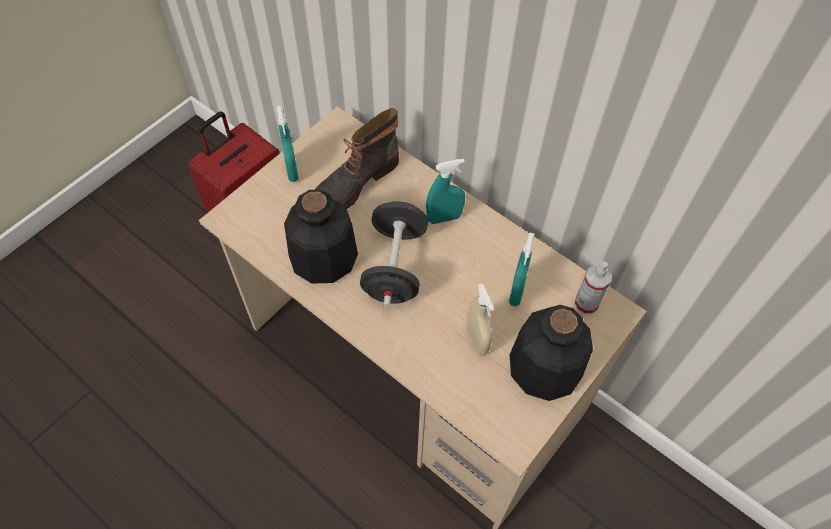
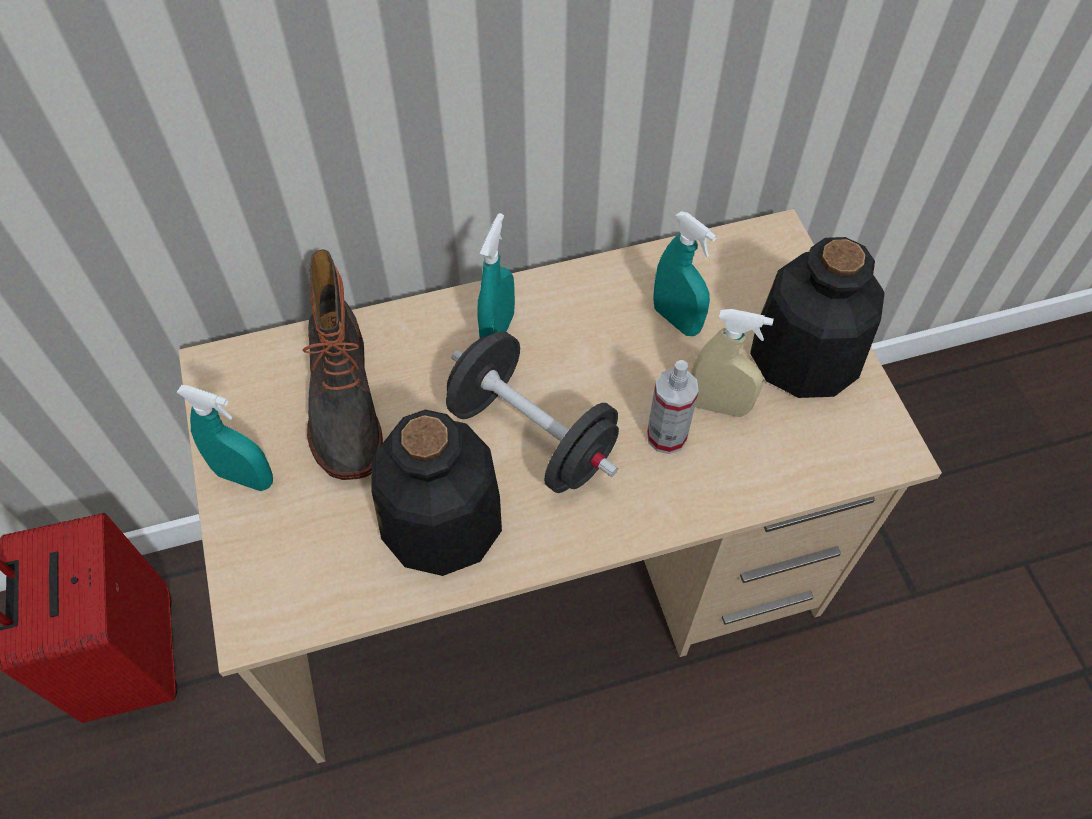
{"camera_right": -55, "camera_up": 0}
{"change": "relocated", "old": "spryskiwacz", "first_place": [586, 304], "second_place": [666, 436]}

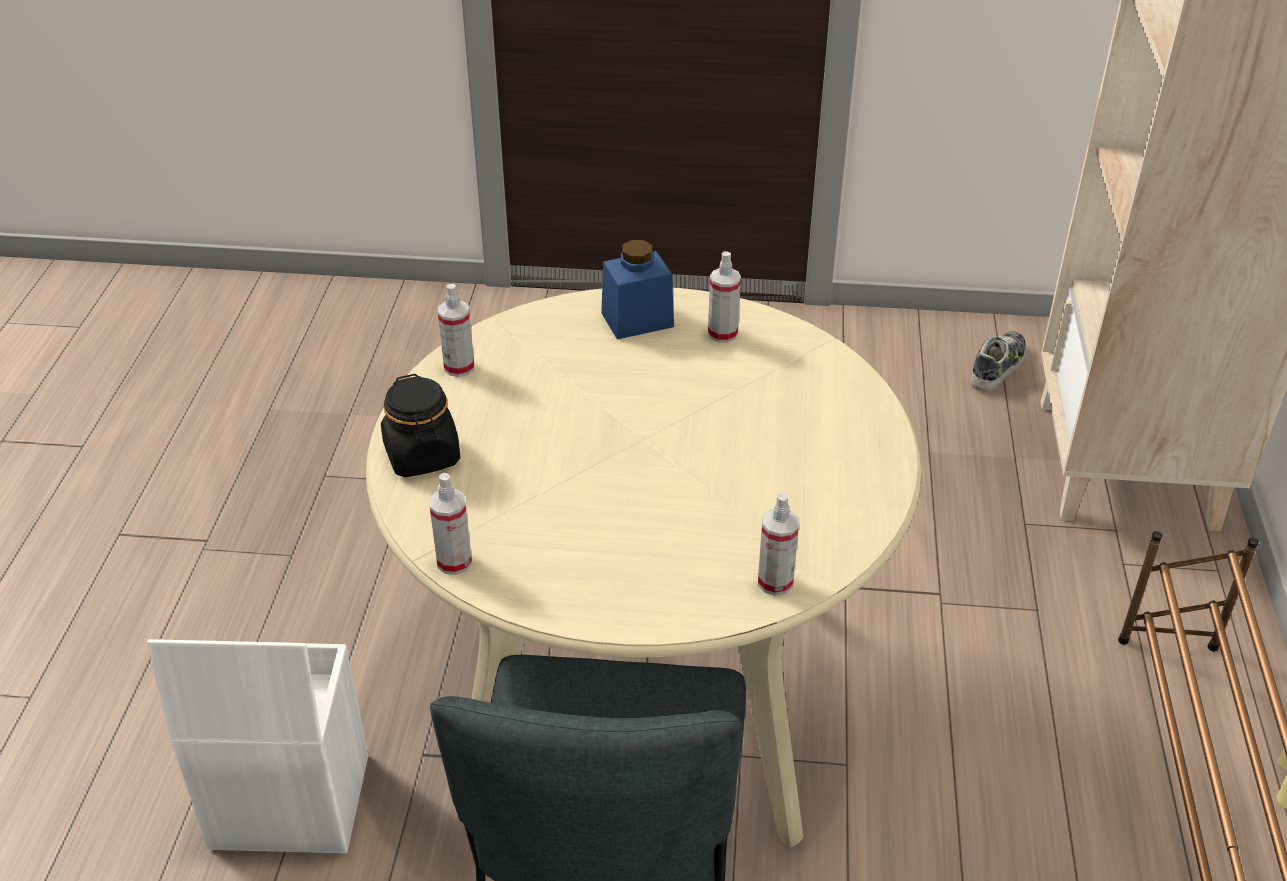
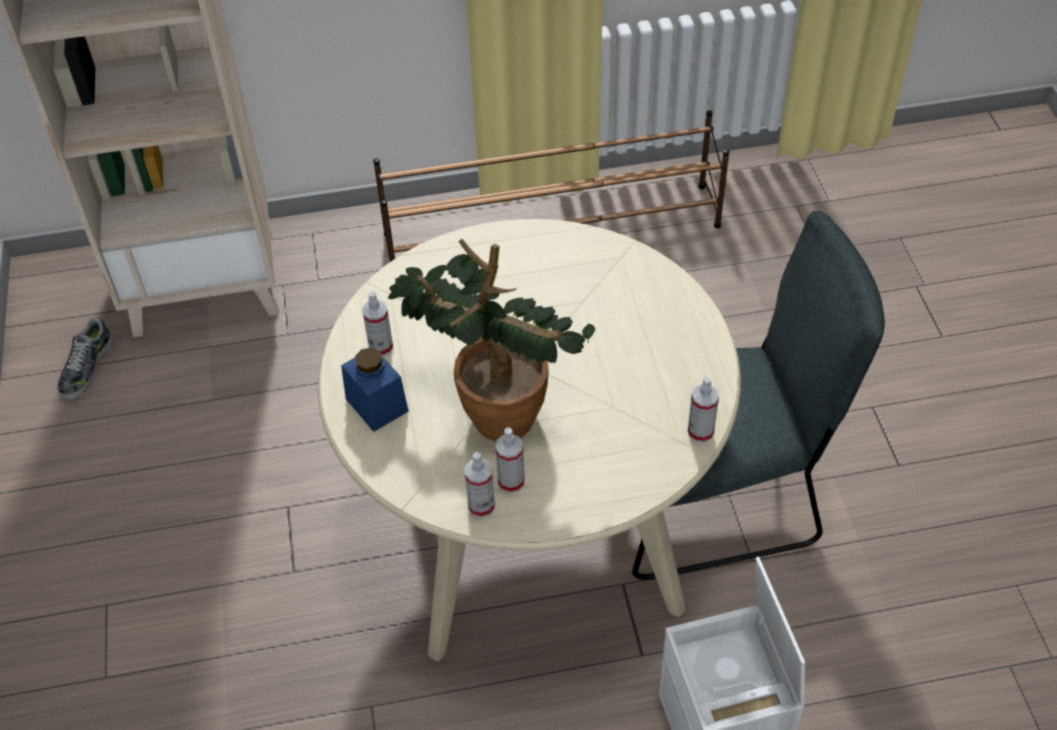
{"camera_right": -105, "camera_up": 10}
{"change": "missing", "old": "słoik/czarny", "first_place": [422, 456]}
{"change": "relocated", "old": "spryskiwacz", "first_place": [775, 582], "second_place": [511, 482]}
{"change": "spun", "old": "but", "first_place": [998, 367], "second_place": [86, 368], "degrees": -90}
{"change": "appeared", "new": "roślina doniczkowa", "second_place": [493, 407]}

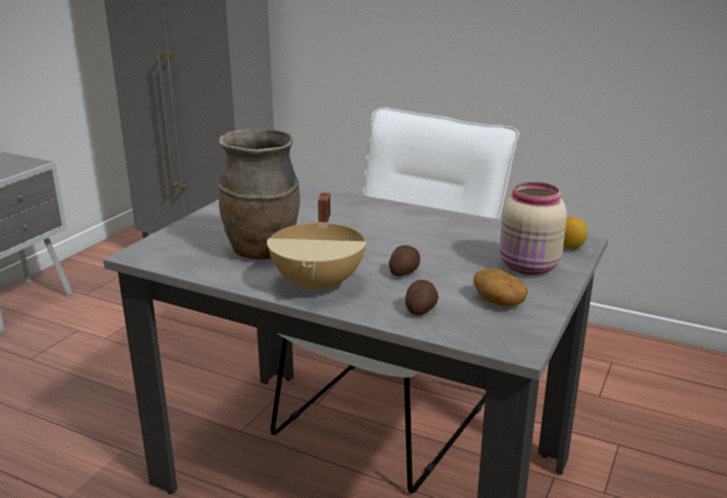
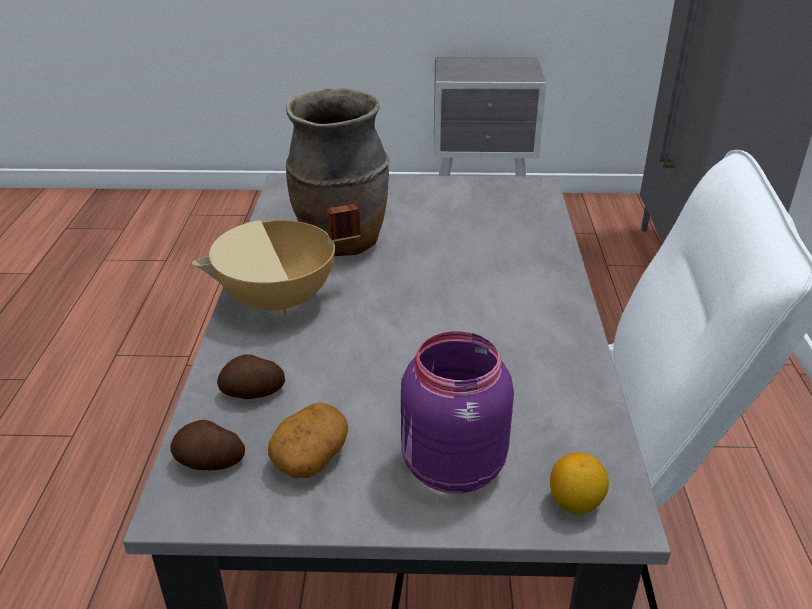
{"camera_right": 65, "camera_up": 10}
{"change": "relocated", "old": "ziemniak", "first_place": [405, 272], "second_place": [209, 462]}
{"change": "colour", "old": "słoik/beżowy", "new": "słoik/fioletowy", "first_place": [529, 267], "second_place": [450, 467]}

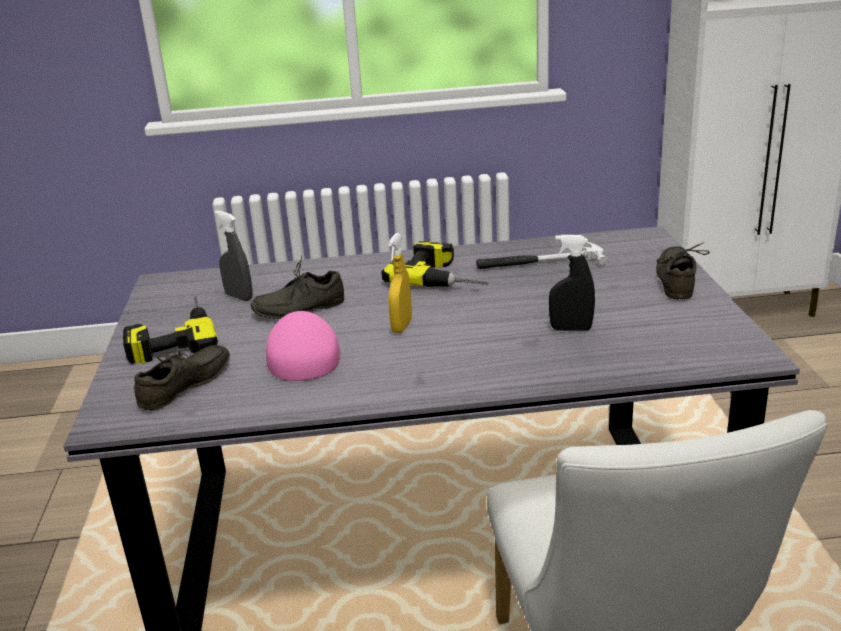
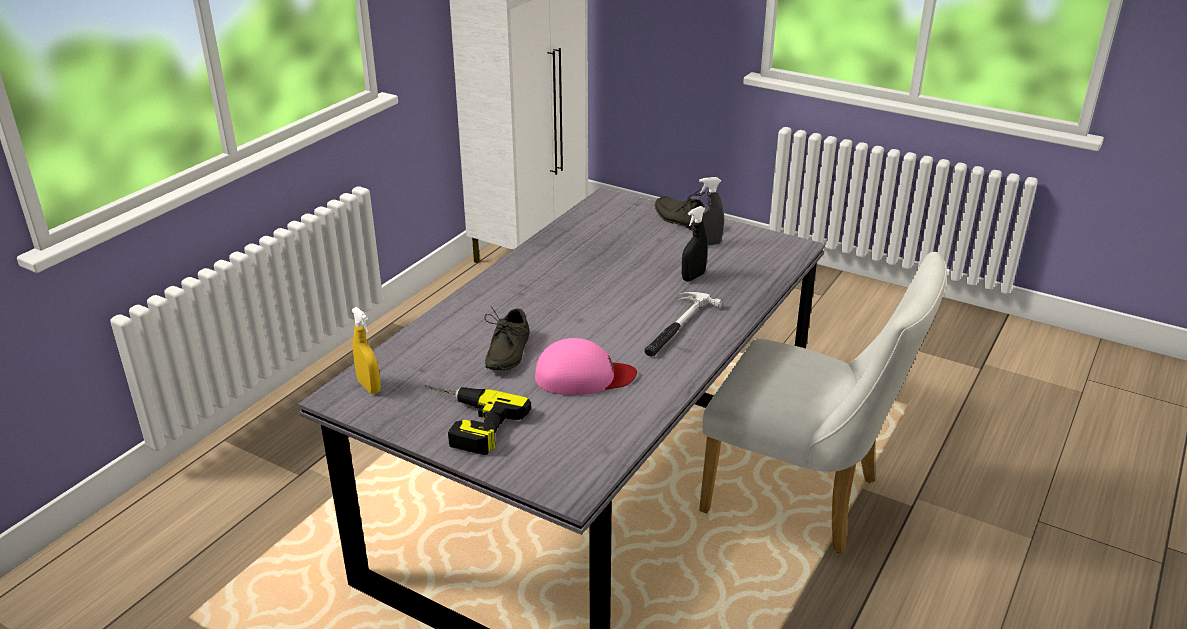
{"camera_right": -55, "camera_up": 5}
{"change": "missing", "old": "but/szary", "first_place": [188, 386]}
{"change": "relocated", "old": "spryskiwacz/szary", "first_place": [239, 297], "second_place": [707, 244]}
{"change": "spun", "old": "czapka z daszkiem/różowy", "first_place": [303, 353], "second_place": [583, 376], "degrees": 150}
{"change": "missing", "old": "wiertarka", "first_place": [445, 276]}
{"change": "relocated", "old": "spryskiwacz/żółty", "first_place": [401, 326], "second_place": [369, 387]}
{"change": "relocated", "old": "młotek", "first_place": [539, 262], "second_place": [677, 327]}

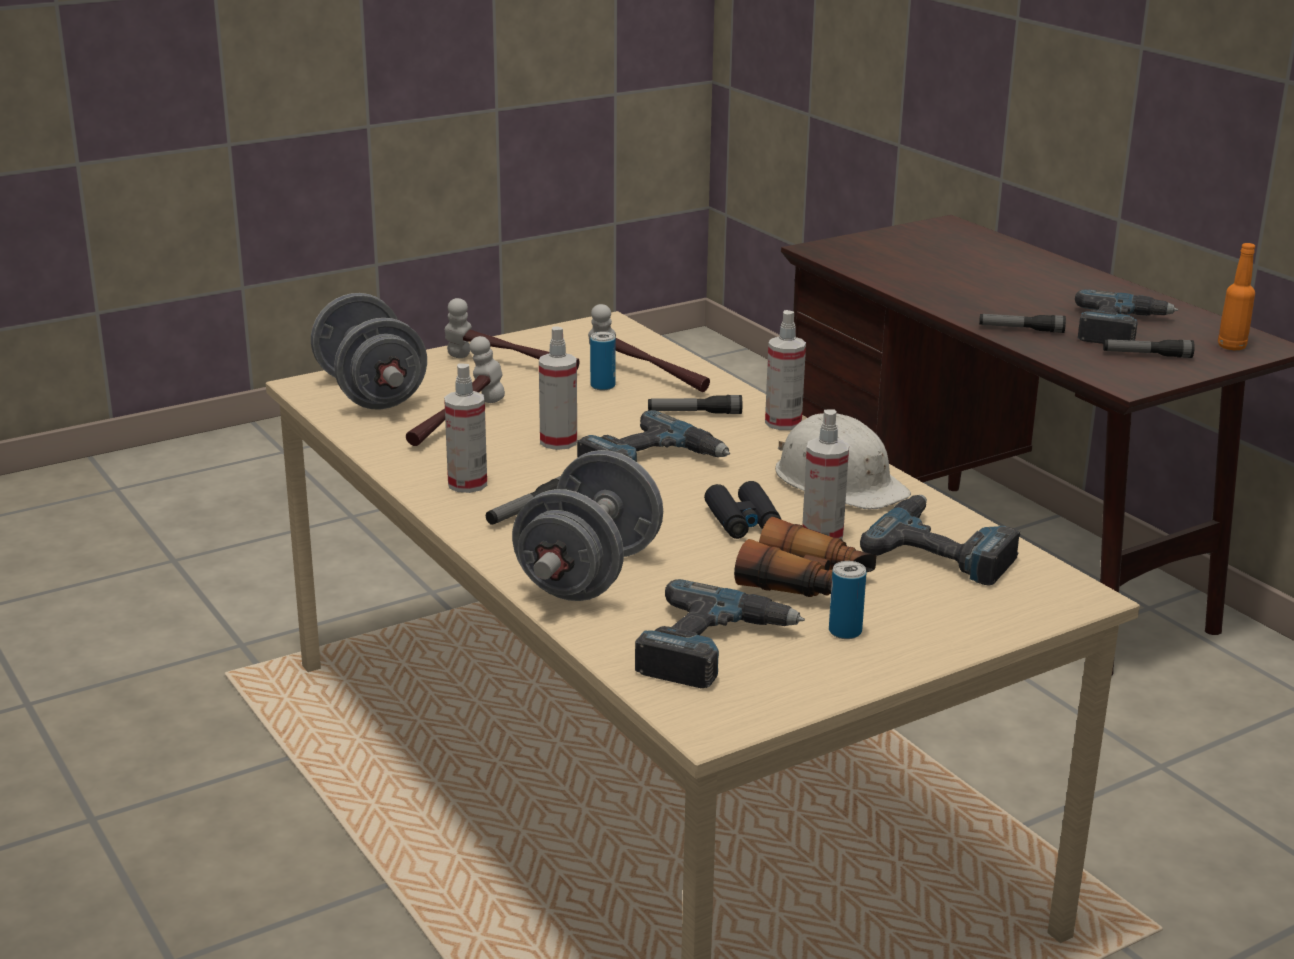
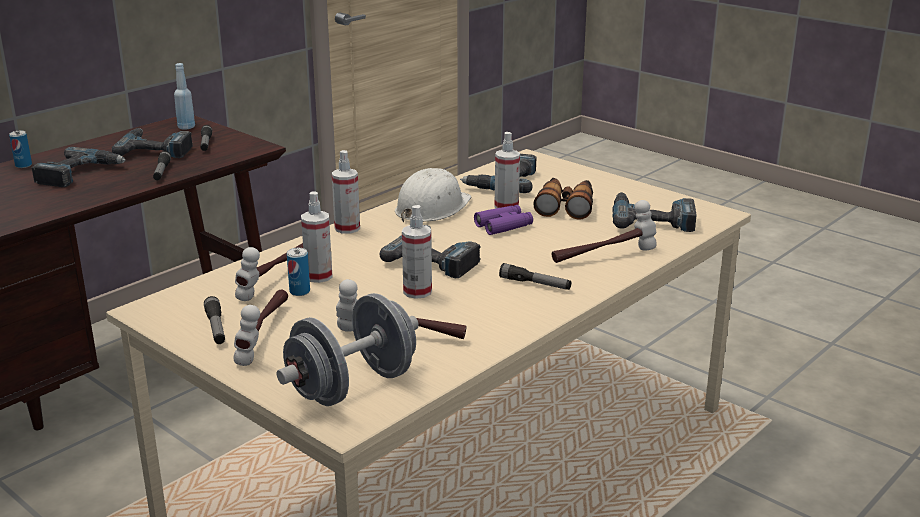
{"camera_right": -105, "camera_up": 0}
{"change": "relocated", "old": "spryskiwacz", "first_place": [467, 484], "second_place": [318, 276]}
{"change": "exchanged", "old": "hantel/szary", "new": "młotek", "first_place": [589, 575], "second_place": [604, 256]}
{"change": "relocated", "old": "latarka", "first_place": [694, 413], "second_place": [216, 328]}
{"change": "colour", "old": "lornetka/czarny", "new": "lornetka/fioletowy", "first_place": [743, 521], "second_place": [503, 226]}
{"change": "relocated", "old": "puszka", "first_place": [845, 631], "second_place": [23, 165]}
{"change": "colour", "old": "butelka/pomarańczowy", "new": "butelka/niebieski", "first_place": [1231, 346], "second_place": [186, 127]}
{"change": "appeared", "new": "wiertarka", "second_place": [79, 174]}

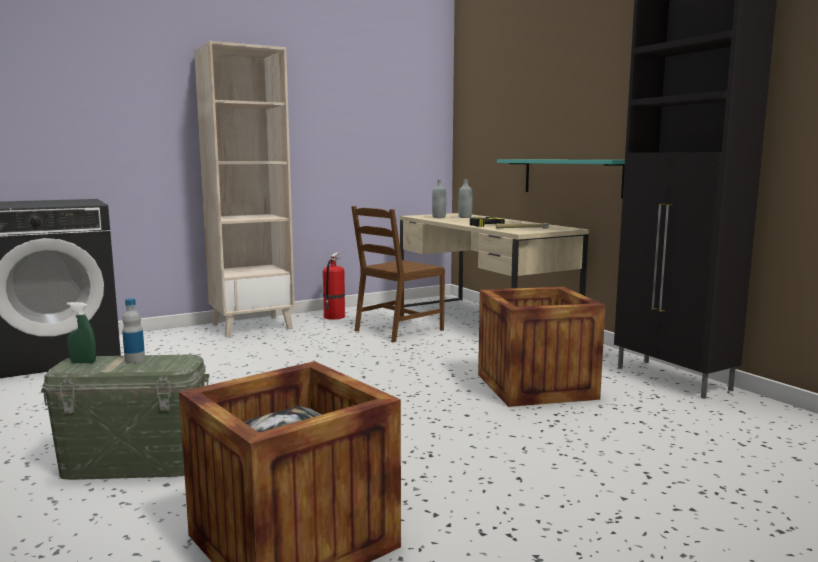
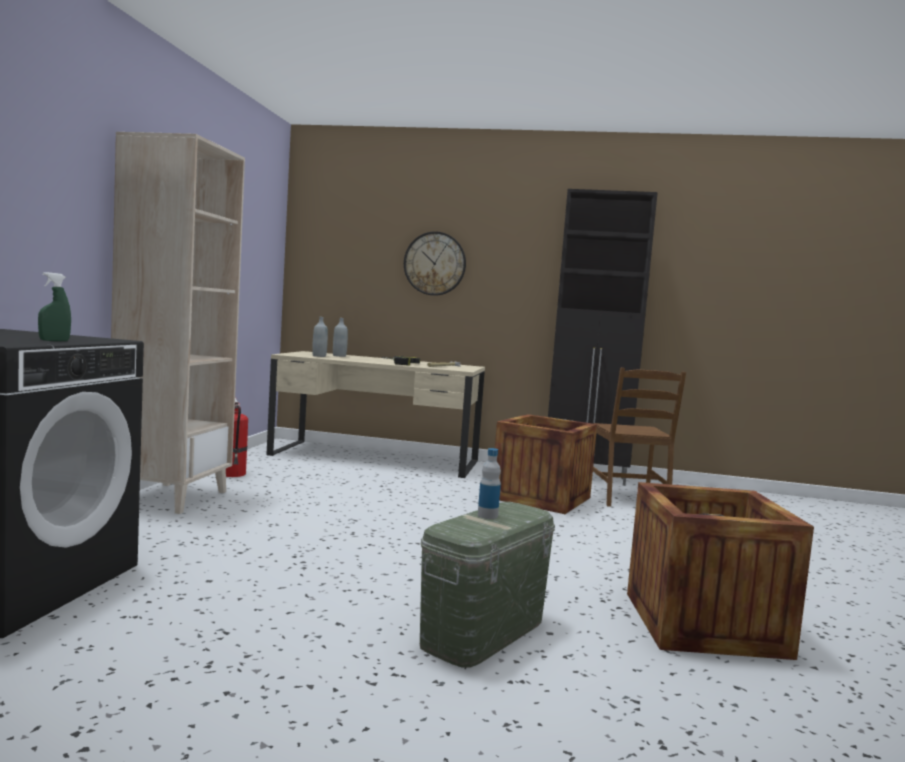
{"camera_right": -50, "camera_up": -5}
{"change": "relocated", "old": "spryskiwacz/zielony", "first_place": [83, 362], "second_place": [54, 341]}
{"change": "relocated", "old": "krzesło/brązowy", "first_place": [398, 330], "second_place": [628, 498]}
{"change": "missing", "old": "półka/turkusowy", "first_place": [571, 177]}
{"change": "appeared", "new": "zegar ścienny", "second_place": [435, 263]}

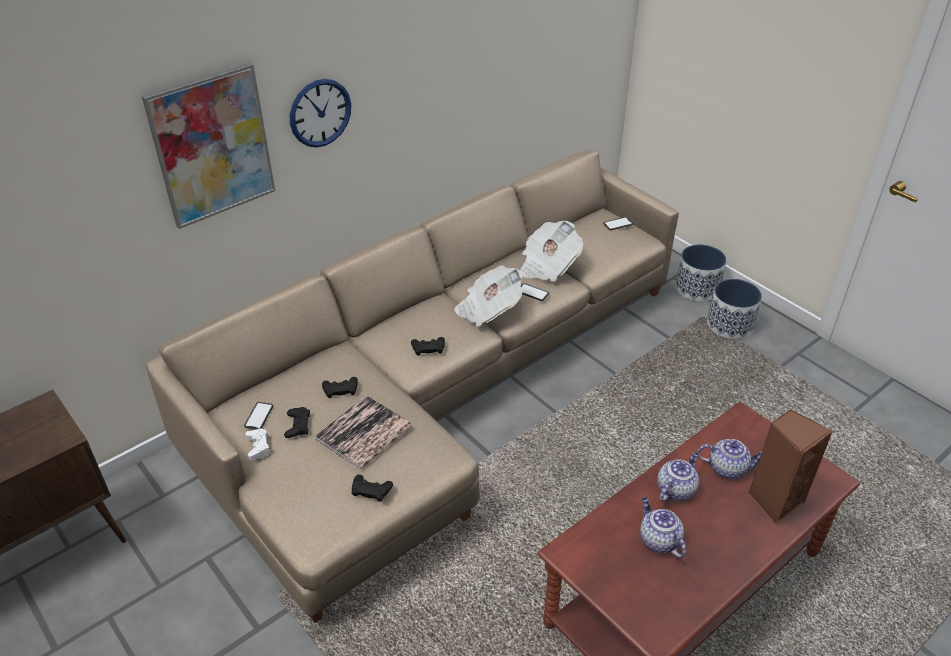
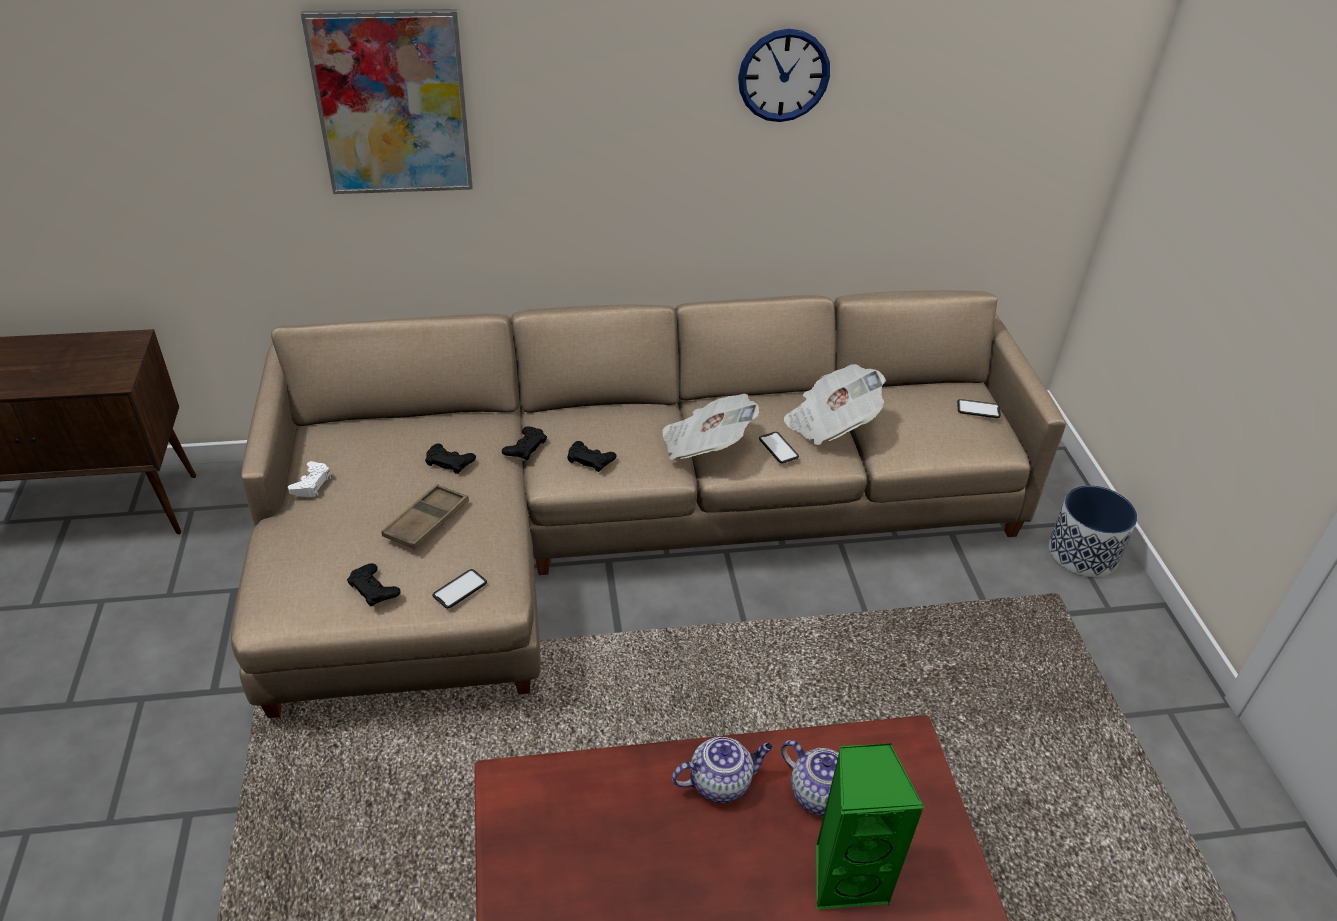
{"camera_right": 30, "camera_up": 0}
{"change": "relocated", "old": "telefon", "first_place": [259, 416], "second_place": [460, 589]}
{"change": "relocated", "old": "pad do gier/czarny", "first_place": [297, 425], "second_place": [525, 447]}
{"change": "relocated", "old": "zegar ścienny", "first_place": [320, 113], "second_place": [783, 75]}
{"change": "exchanged", "old": "książka", "new": "taca/brązowy", "first_place": [364, 433], "second_place": [427, 521]}
{"change": "missing", "old": "imbryk", "first_place": [658, 540]}
{"change": "missing", "old": "donica", "first_place": [730, 325]}
{"change": "colour", "old": "głośnik/brązowy", "new": "głośnik/zielony", "first_place": [774, 500], "second_place": [847, 876]}

